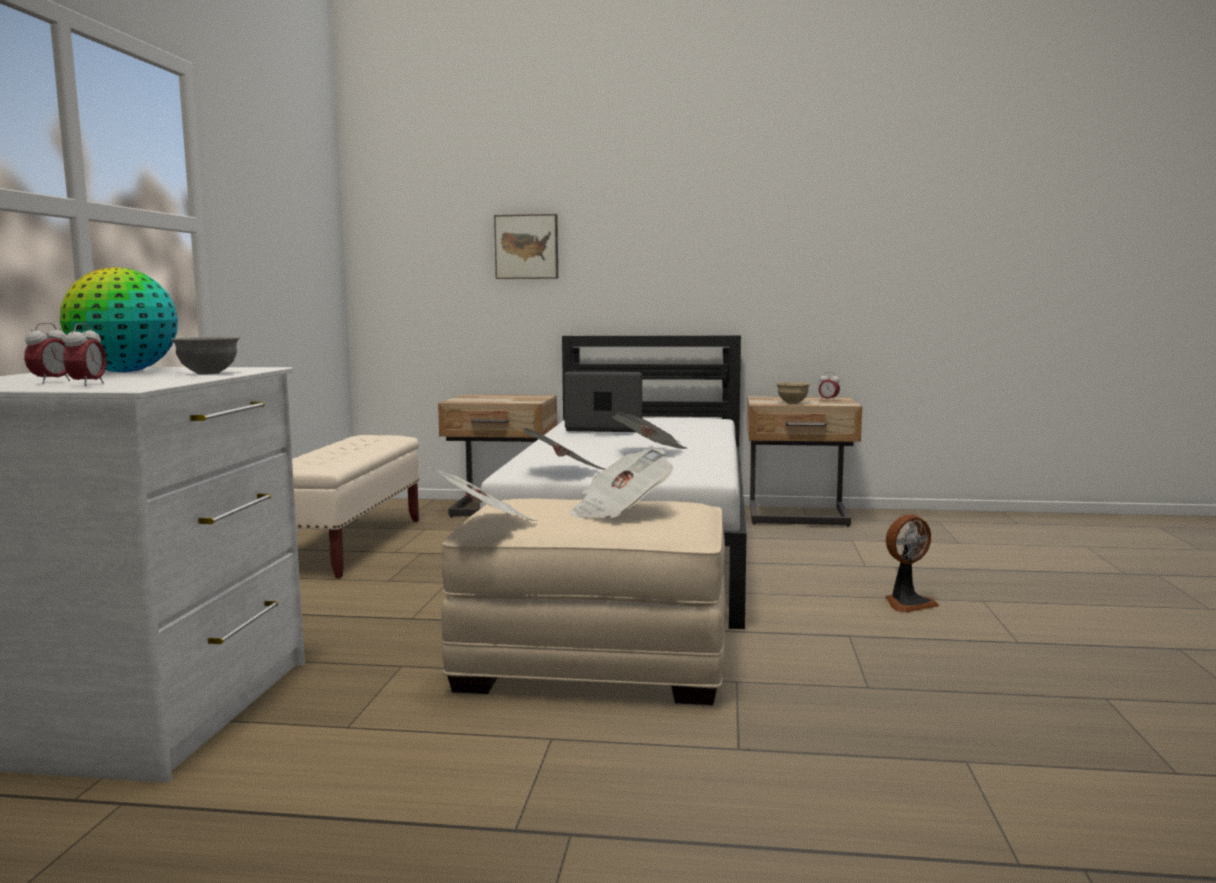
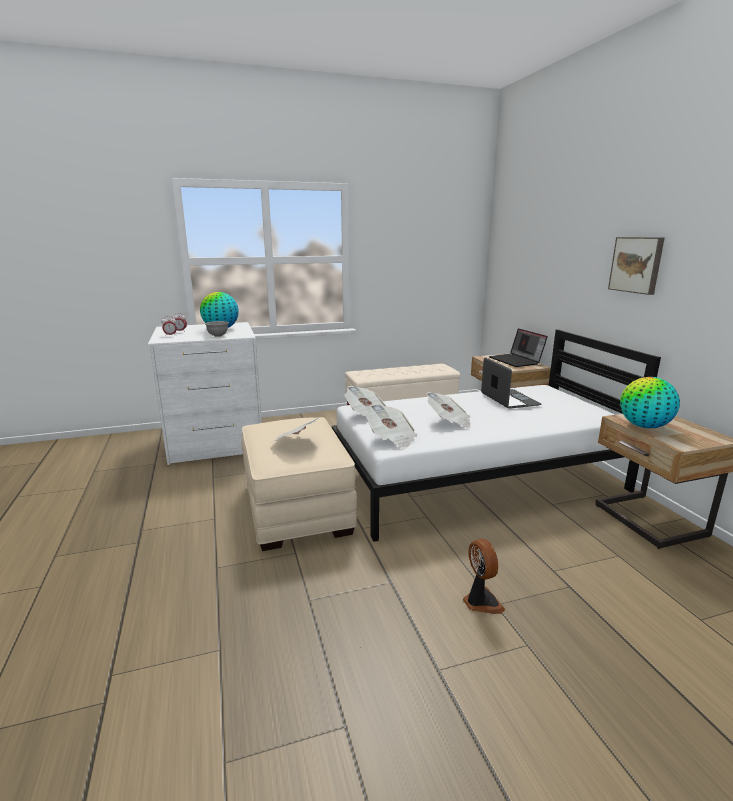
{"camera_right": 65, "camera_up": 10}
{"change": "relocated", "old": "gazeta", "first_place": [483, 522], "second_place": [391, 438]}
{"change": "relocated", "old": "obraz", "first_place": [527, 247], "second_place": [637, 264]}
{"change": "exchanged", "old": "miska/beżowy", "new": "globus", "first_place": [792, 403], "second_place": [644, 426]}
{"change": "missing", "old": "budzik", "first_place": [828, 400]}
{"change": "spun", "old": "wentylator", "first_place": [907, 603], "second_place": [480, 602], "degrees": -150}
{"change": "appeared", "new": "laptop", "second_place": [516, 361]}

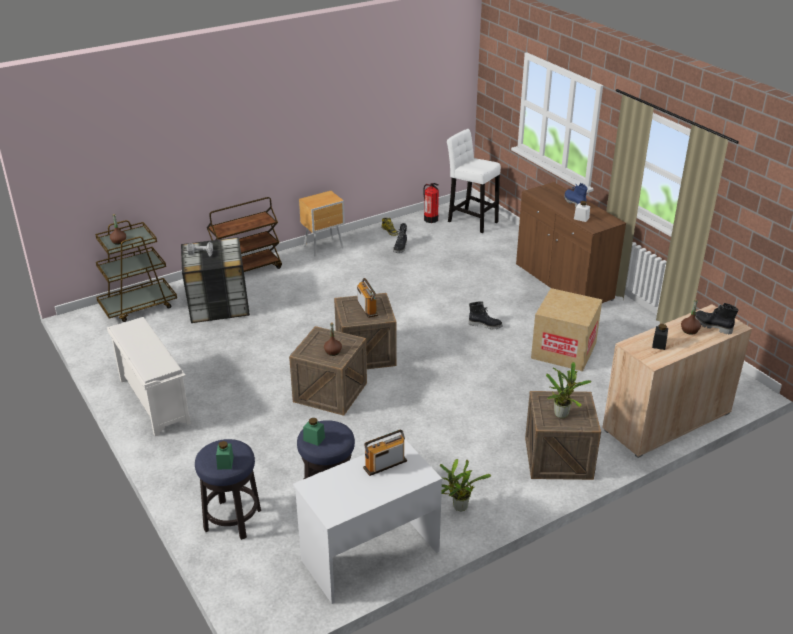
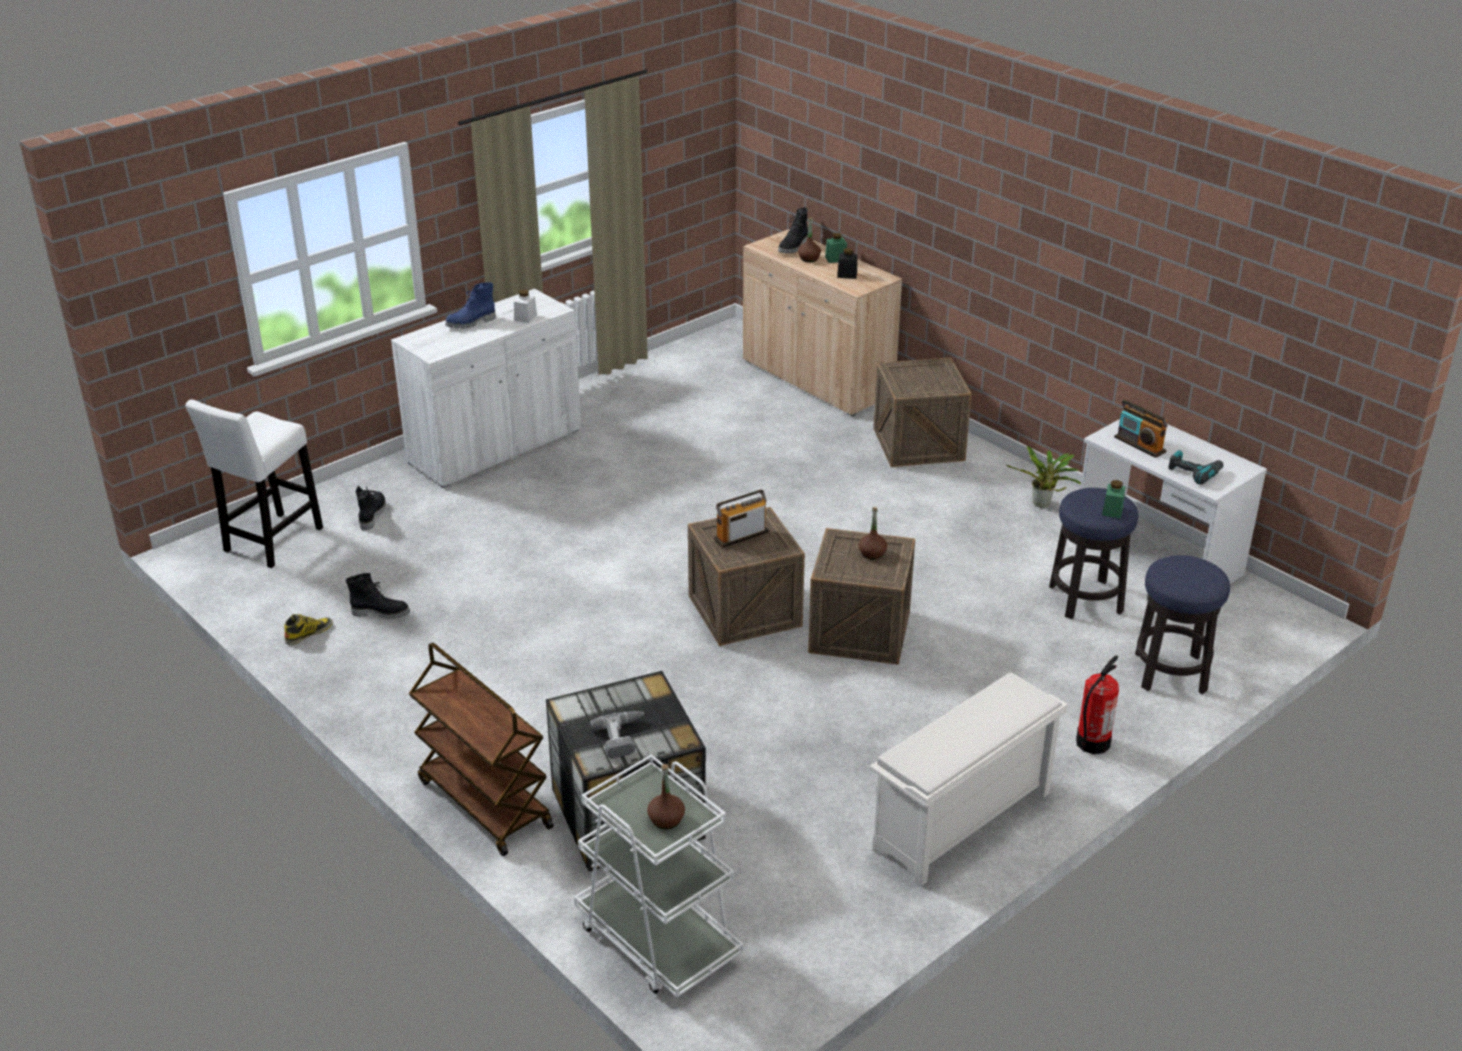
{"camera_right": -100, "camera_up": 0}
{"change": "colour", "old": "wózek/brązowy", "new": "wózek/biały", "first_place": [138, 306], "second_place": [657, 940]}
{"change": "relocated", "old": "słoik/zielony", "first_place": [225, 463], "second_place": [836, 259]}
{"change": "missing", "old": "szafka nocna/brązowy", "first_place": [324, 247]}
{"change": "relocated", "old": "gaśnica", "first_place": [431, 219], "second_place": [1092, 743]}
{"change": "relocated", "old": "but z cholewką/czarny", "first_place": [485, 325], "second_place": [371, 515]}
{"change": "colour", "old": "szafka/brązowy", "new": "szafka/biały", "first_place": [563, 282], "second_place": [495, 447]}
{"change": "missing", "old": "karton", "first_place": [563, 350]}
{"change": "missing", "old": "roślina doniczkowa", "first_place": [562, 413]}
{"change": "appeared", "new": "wiertarka", "second_place": [1194, 472]}

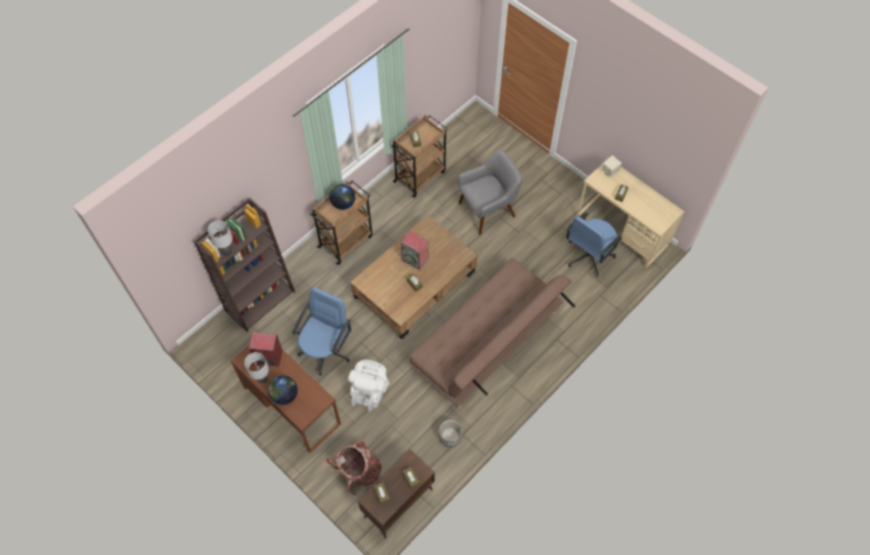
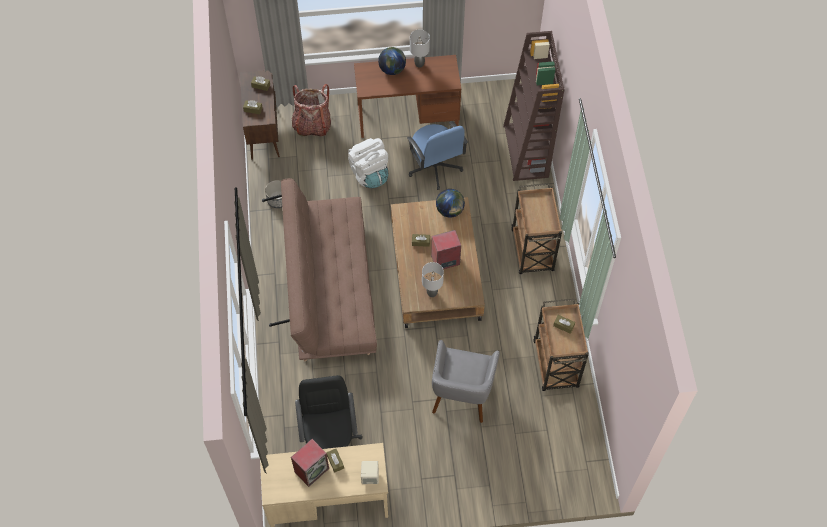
{"camera_right": 130, "camera_up": 0}
{"change": "relocated", "old": "lampa stołowa/szary", "first_place": [227, 251], "second_place": [432, 293]}
{"change": "relocated", "old": "głośnik", "first_place": [268, 357], "second_place": [312, 469]}
{"change": "relocated", "old": "globus", "first_place": [343, 203], "second_place": [450, 210]}
{"change": "colour", "old": "krzesło biurowe/niebieski", "new": "krzesło biurowe/czarny", "first_place": [588, 256], "second_place": [330, 441]}

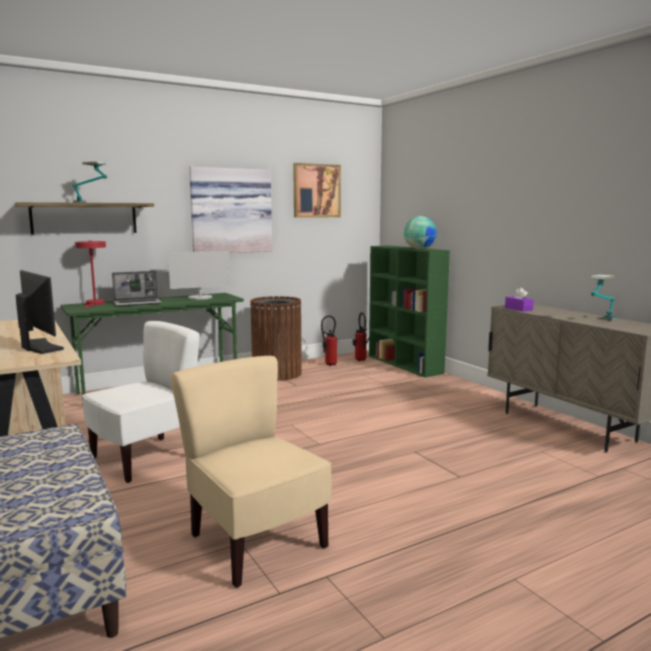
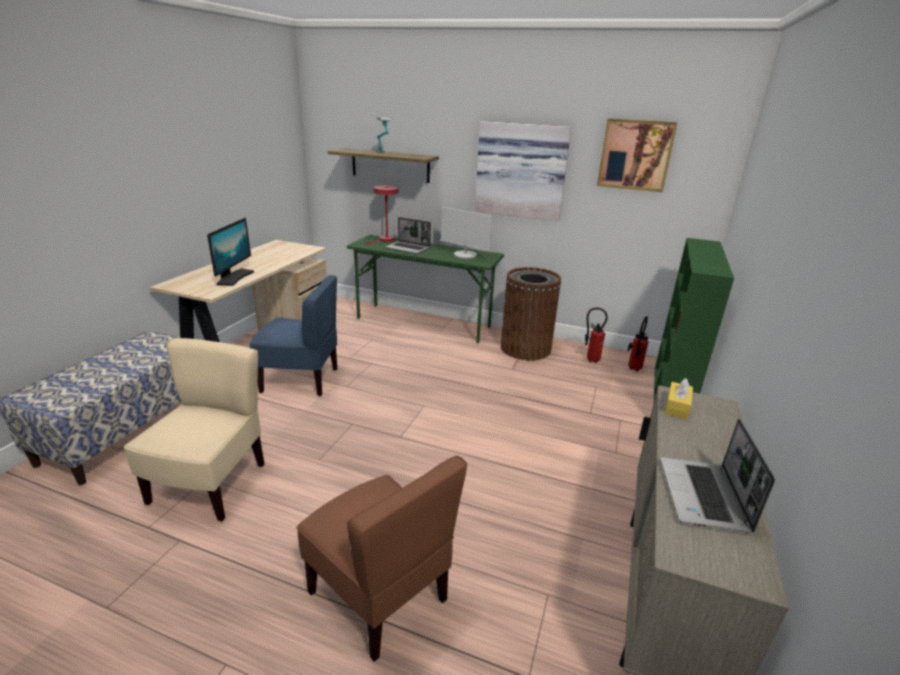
{"camera_right": 50, "camera_up": 15}
{"change": "colour", "old": "krzesło/biały", "new": "krzesło/niebieski", "first_place": [145, 458], "second_place": [301, 380]}
{"change": "missing", "old": "globus", "first_place": [419, 249]}
{"change": "colour", "old": "pudełko chusteczek/fioletowy", "new": "pudełko chusteczek/żółty", "first_place": [518, 309], "second_place": [677, 407]}
{"change": "exchanged", "old": "lampa stołowa", "new": "laptop", "first_place": [601, 321], "second_place": [704, 496]}
{"change": "appeared", "new": "krzesło/brązowy", "second_place": [380, 595]}

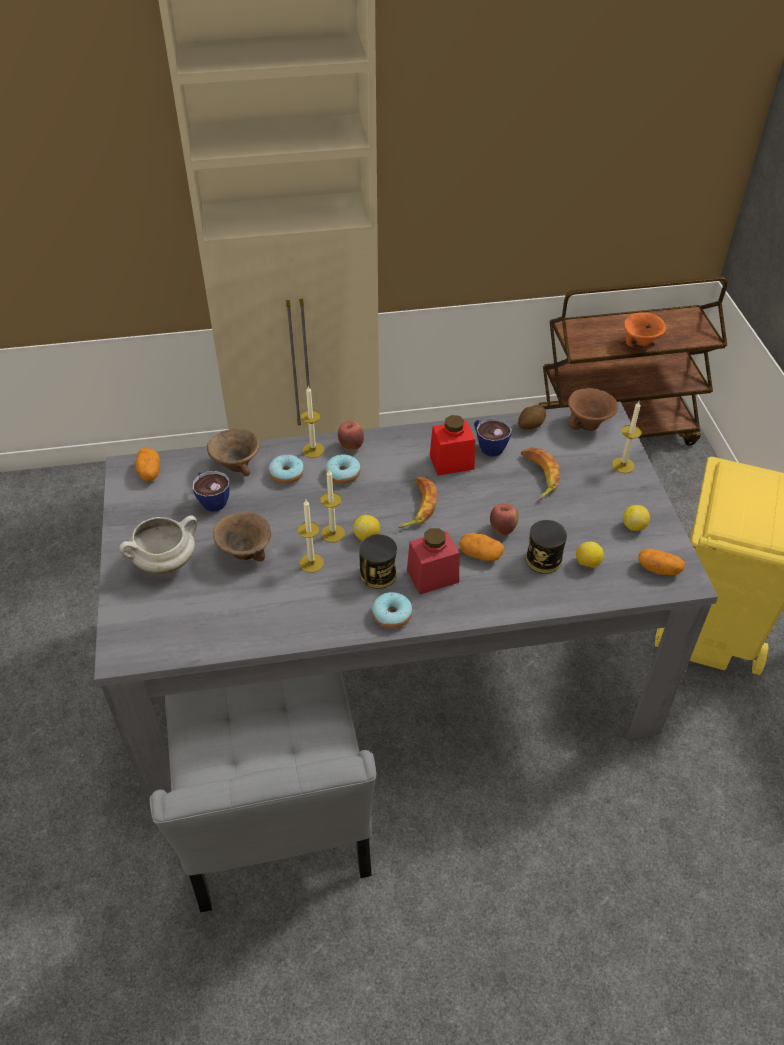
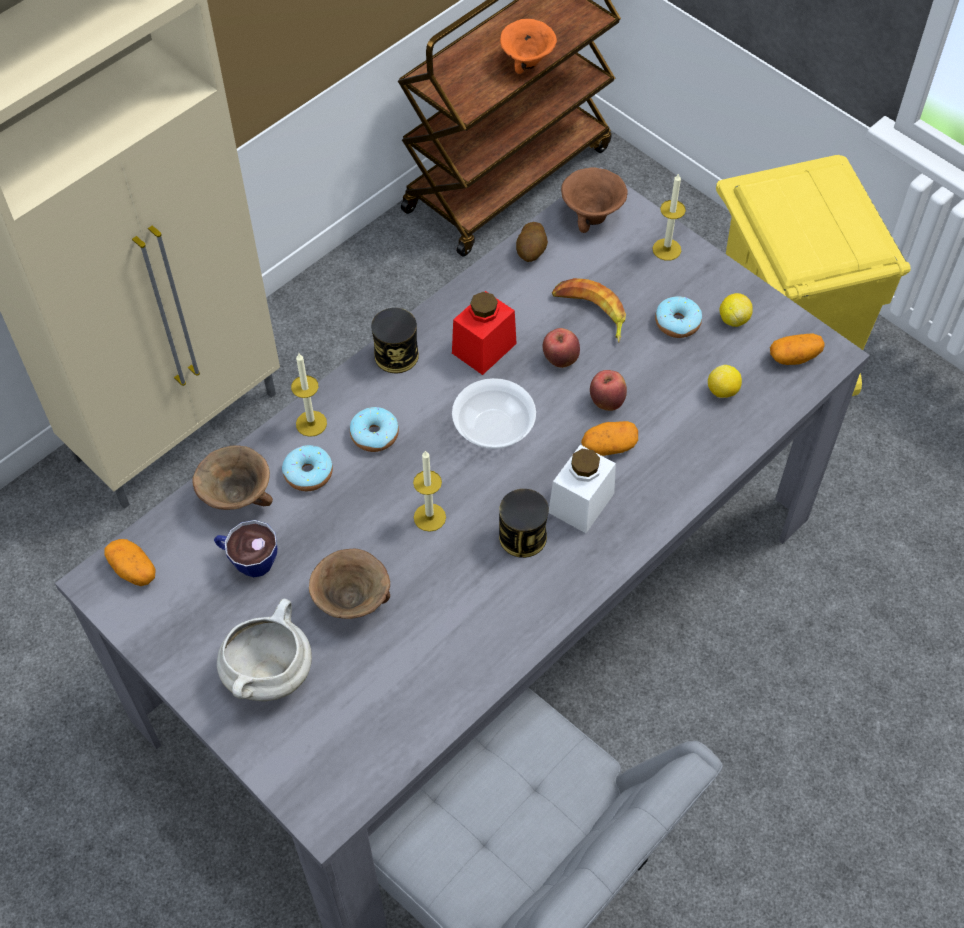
{"camera_right": -35, "camera_up": 10}
{"change": "missing", "old": "świeca", "first_place": [311, 563]}
{"change": "relocated", "old": "jabłko", "first_place": [351, 446], "second_place": [560, 359]}
{"change": "missing", "old": "cytryna", "first_place": [367, 536]}
{"change": "relocated", "old": "donut", "first_place": [392, 615], "second_place": [677, 323]}
{"change": "exchanged", "old": "banan", "new": "miska", "first_place": [417, 506], "second_place": [493, 427]}
{"change": "colour", "old": "słoik/czerwony", "new": "słoik/biały", "first_place": [432, 576], "second_place": [581, 503]}
{"change": "missing", "old": "filiżanka", "first_place": [488, 446]}
{"change": "relocated", "old": "puszka", "first_place": [543, 559], "second_place": [396, 355]}

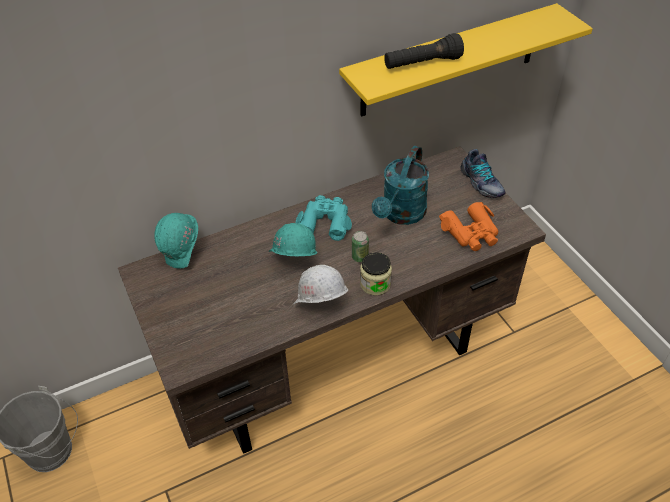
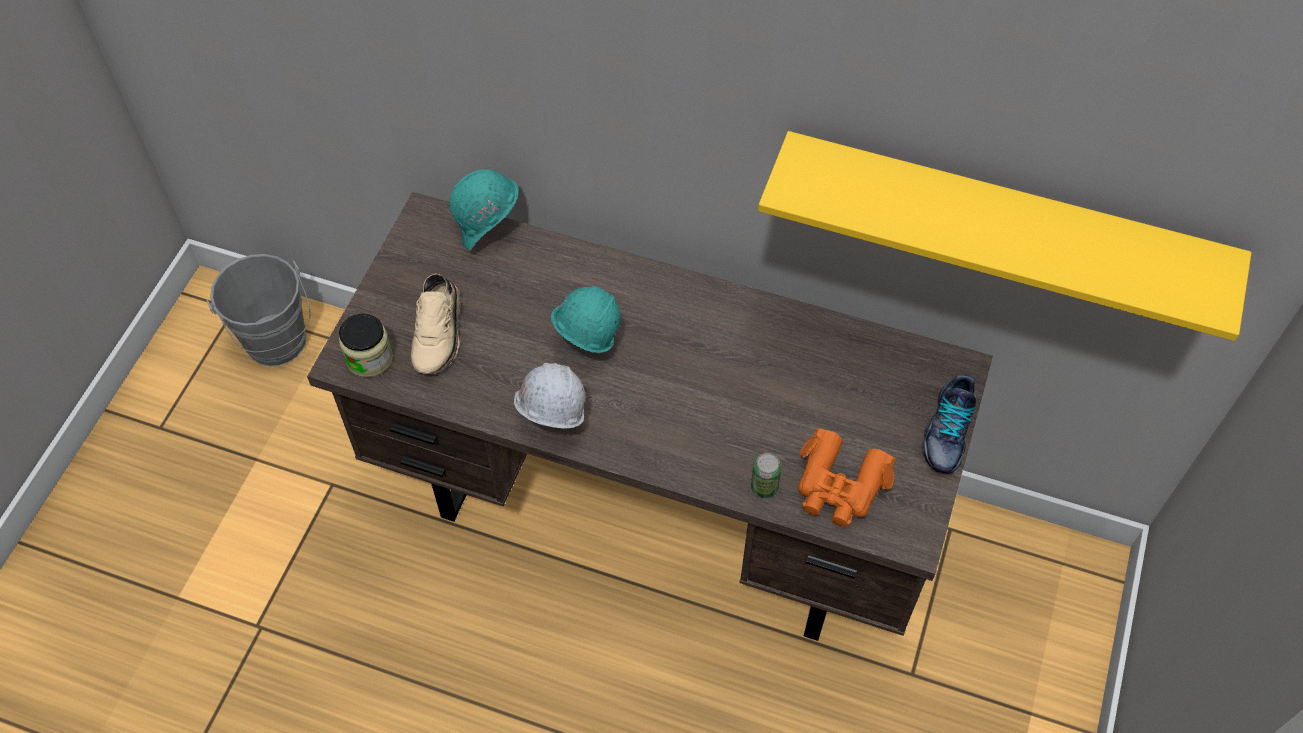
{"camera_right": 45, "camera_up": 10}
{"change": "missing", "old": "lornetka/turkusowy", "first_place": [325, 222]}
{"change": "relocated", "old": "puszka", "first_place": [360, 257], "second_place": [764, 487]}
{"change": "relocated", "old": "słoik", "first_place": [375, 284], "second_place": [369, 358]}
{"change": "missing", "old": "konewka/turkusowy", "first_place": [401, 215]}
{"change": "missing", "old": "latarka/czarny", "first_place": [422, 64]}
{"change": "appeared", "new": "but/beżowy", "second_place": [439, 333]}

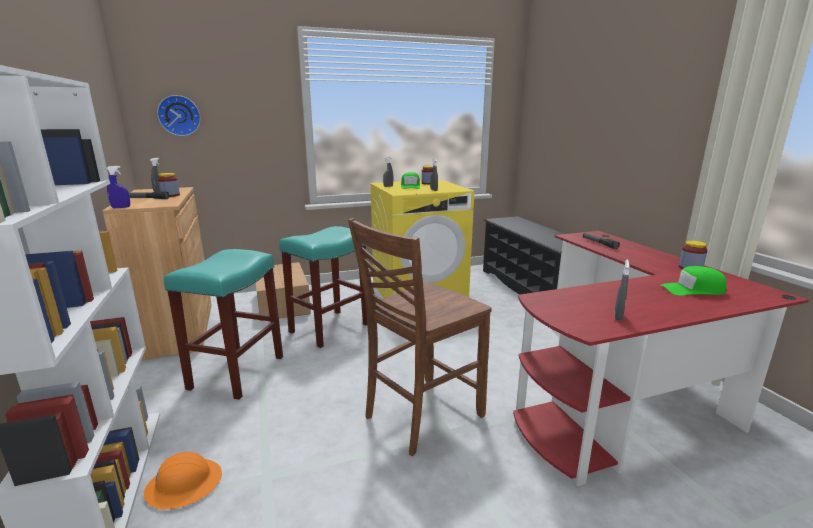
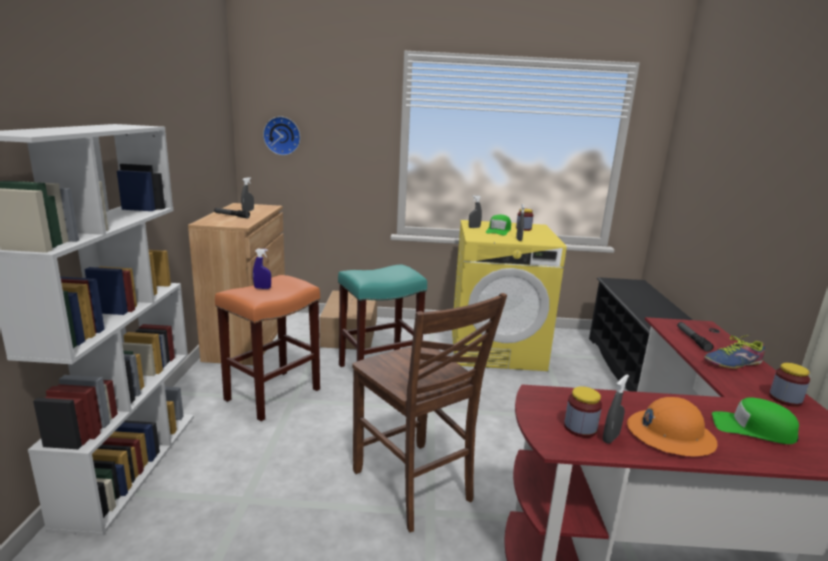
{"camera_right": 20, "camera_up": 0}
{"change": "relocated", "old": "spryskiwacz/niebieski", "first_place": [121, 207], "second_place": [262, 288]}
{"change": "relocated", "old": "kask/pomarańczowy", "first_place": [184, 484], "second_place": [669, 435]}
{"change": "relocated", "old": "słoik", "first_place": [170, 195], "second_place": [580, 428]}
{"change": "colour", "old": "stołek/turkusowy", "new": "stołek/pomarańczowy", "first_place": [237, 373], "second_place": [272, 395]}
{"change": "spun", "old": "krzesło/brązowy", "first_place": [420, 416], "second_place": [414, 487], "degrees": -105}
{"change": "appeared", "new": "but", "second_place": [733, 363]}

